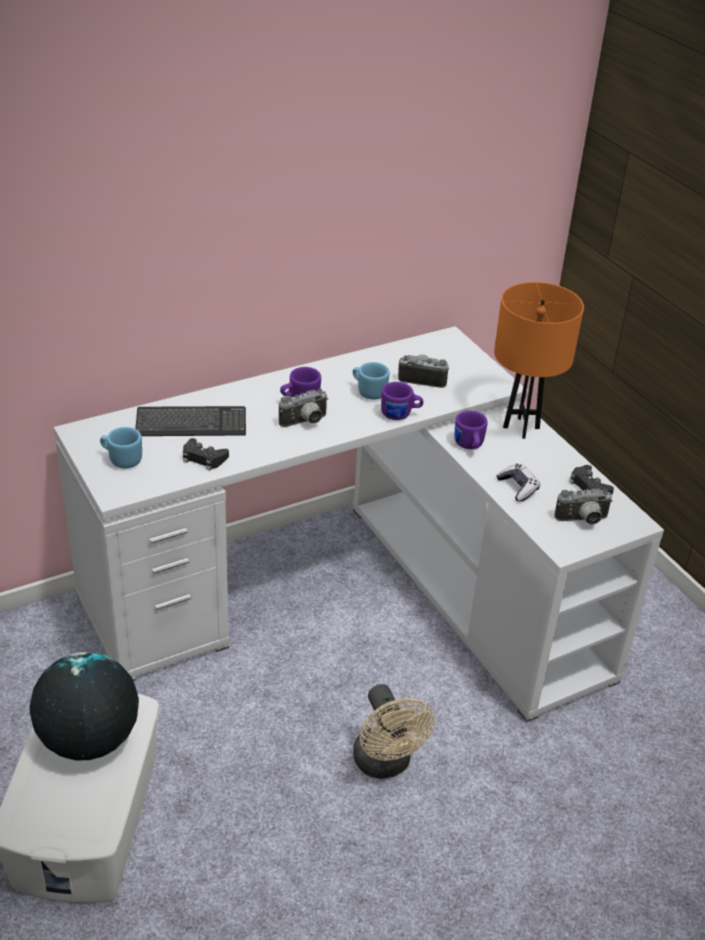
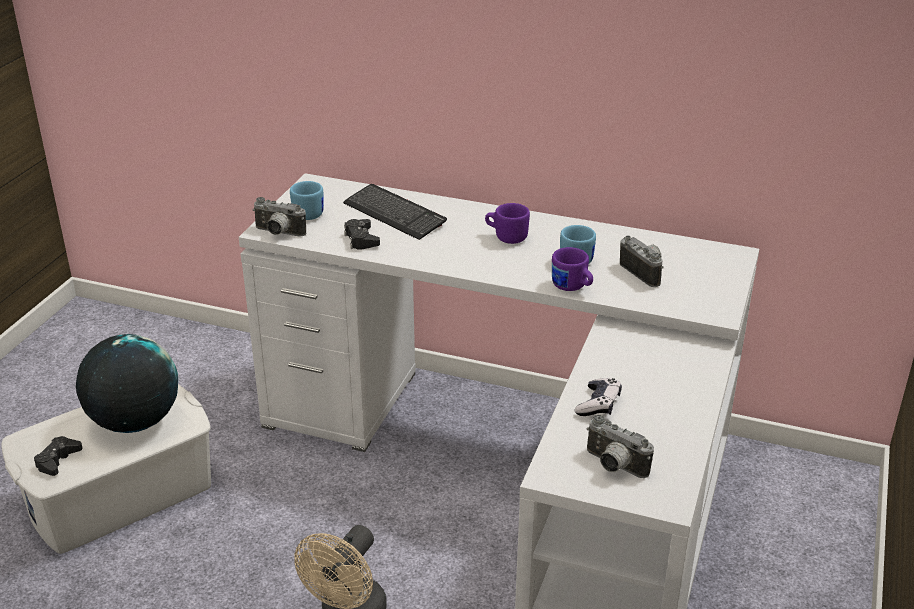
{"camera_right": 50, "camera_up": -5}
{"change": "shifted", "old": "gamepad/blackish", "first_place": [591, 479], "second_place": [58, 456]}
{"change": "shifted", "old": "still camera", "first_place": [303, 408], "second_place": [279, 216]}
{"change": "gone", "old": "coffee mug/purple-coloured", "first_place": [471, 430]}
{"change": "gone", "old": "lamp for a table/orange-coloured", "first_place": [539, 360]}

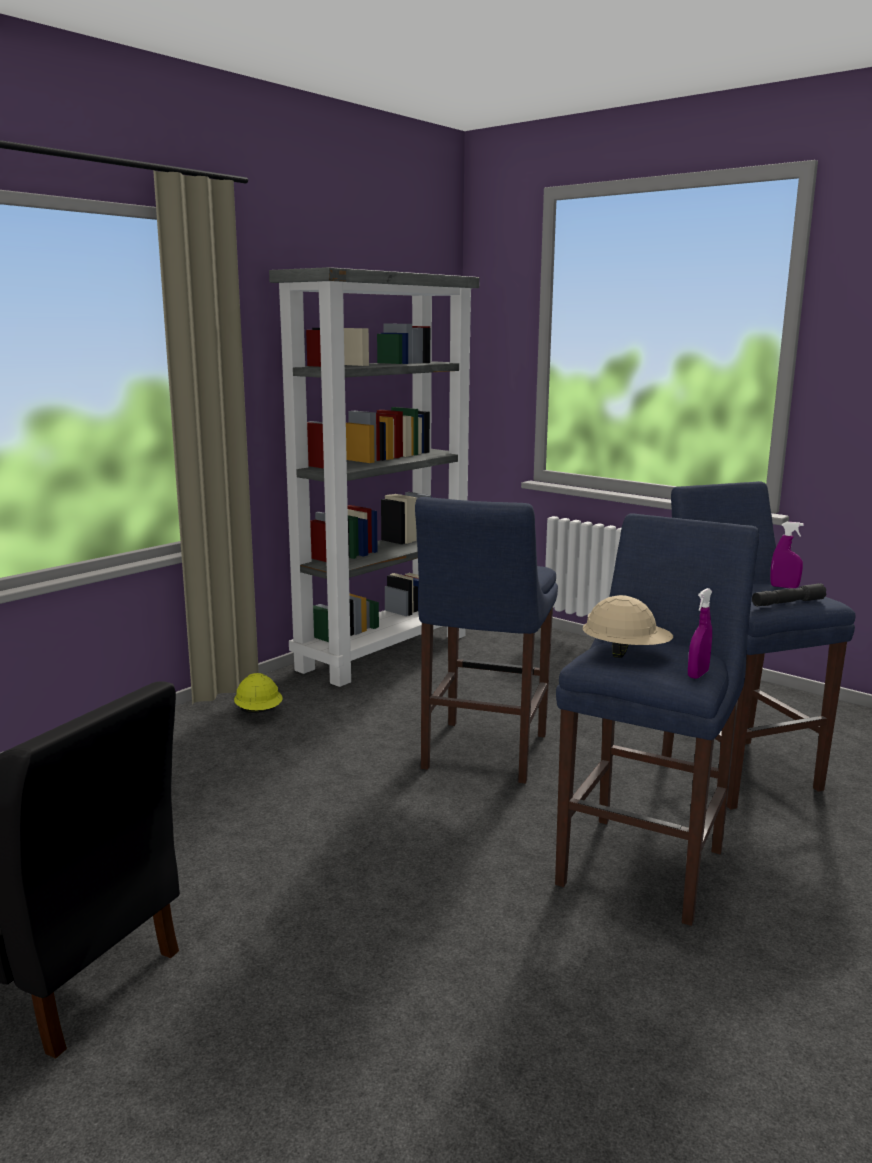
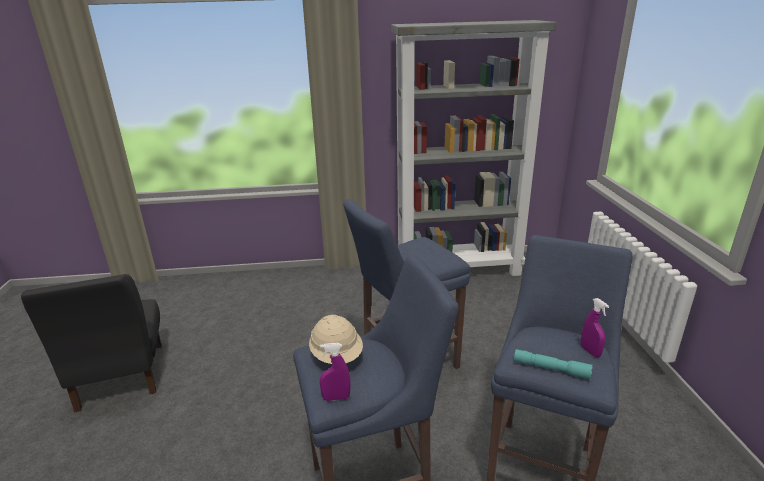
{"camera_right": 45, "camera_up": 10}
{"change": "repainted", "old": "flashlight/greyish", "new": "flashlight/turquoise", "first_place": [789, 594], "second_place": [553, 364]}
{"change": "gone", "old": "hard hat/yellowish", "first_place": [258, 693]}

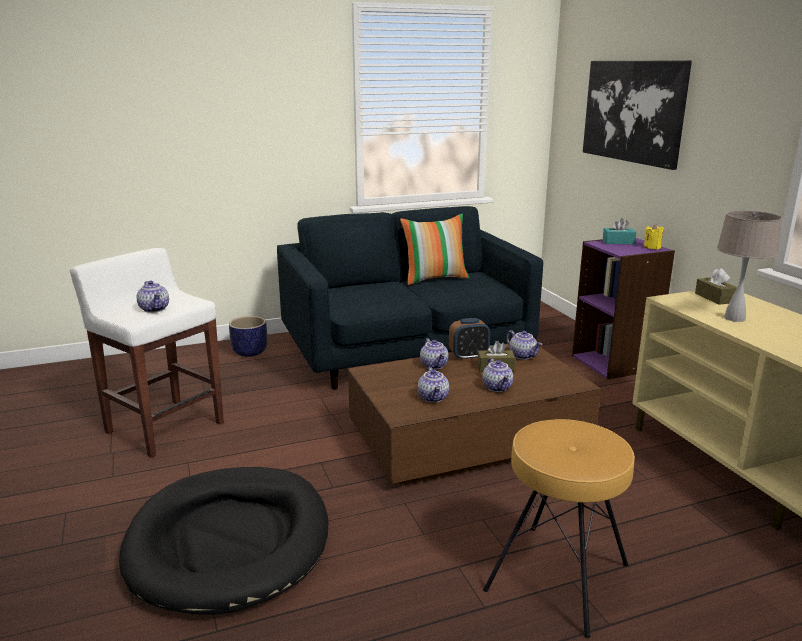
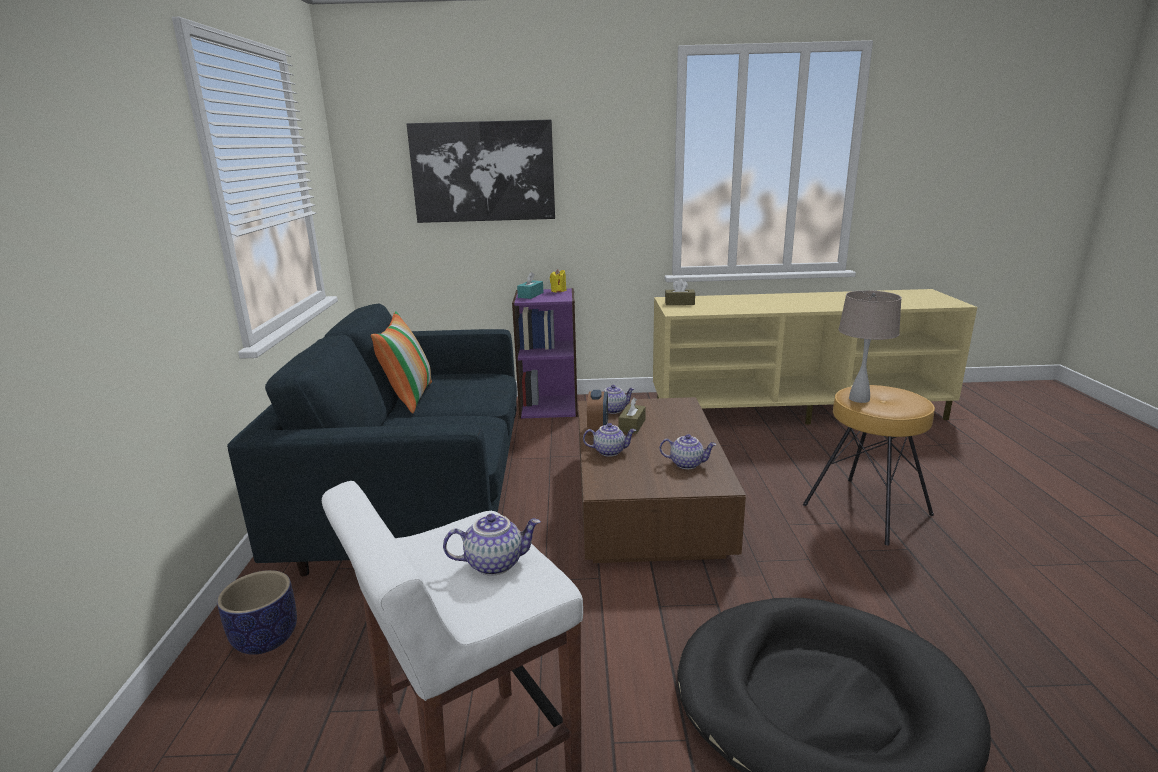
{"camera_right": -70, "camera_up": 0}
{"change": "shifted", "old": "lamp for a table/beige-coloured", "first_place": [749, 266], "second_place": [870, 346]}
{"change": "gone", "old": "teapot", "first_place": [497, 375]}

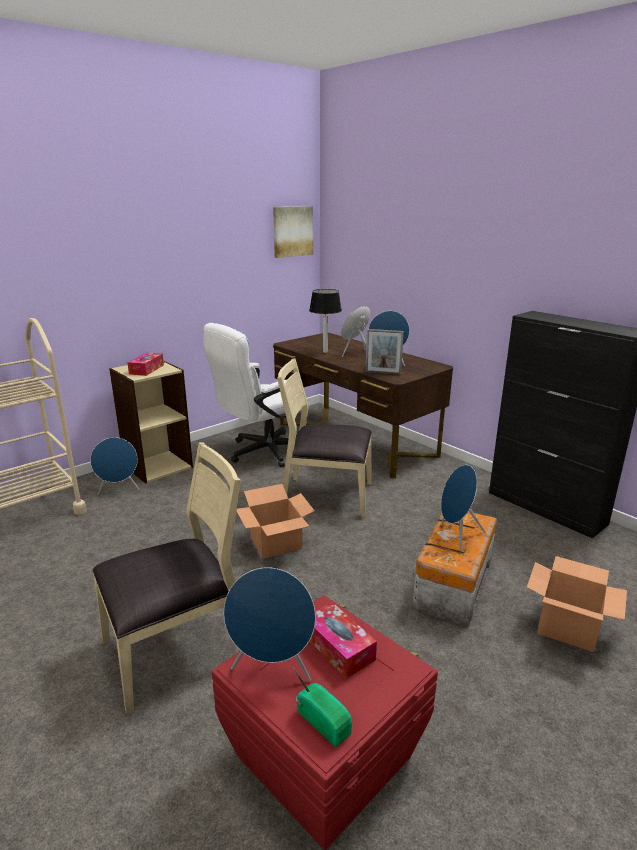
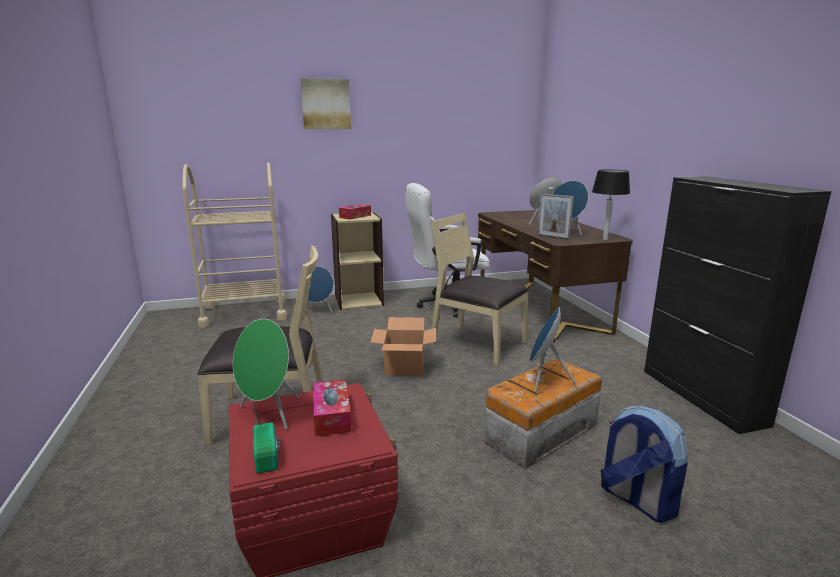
{"camera_right": 25, "camera_up": -5}
{"change": "repainted", "old": "loudspeaker/blue", "new": "loudspeaker/green-coloured", "first_place": [270, 624], "second_place": [266, 374]}
{"change": "shifted", "old": "wall art", "first_place": [293, 232], "second_place": [326, 103]}
{"change": "shifted", "old": "lamp for a table", "first_place": [325, 321], "second_place": [611, 204]}
{"change": "swapped", "old": "cardboard box", "new": "rucksack", "first_place": [577, 604], "second_place": [644, 464]}

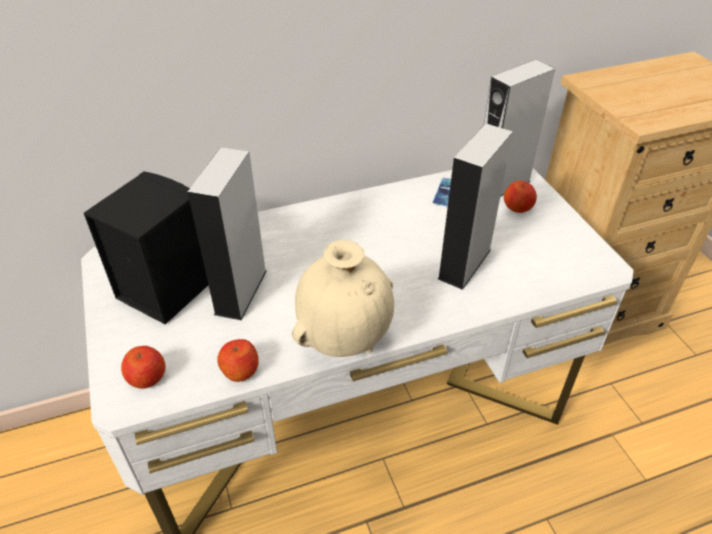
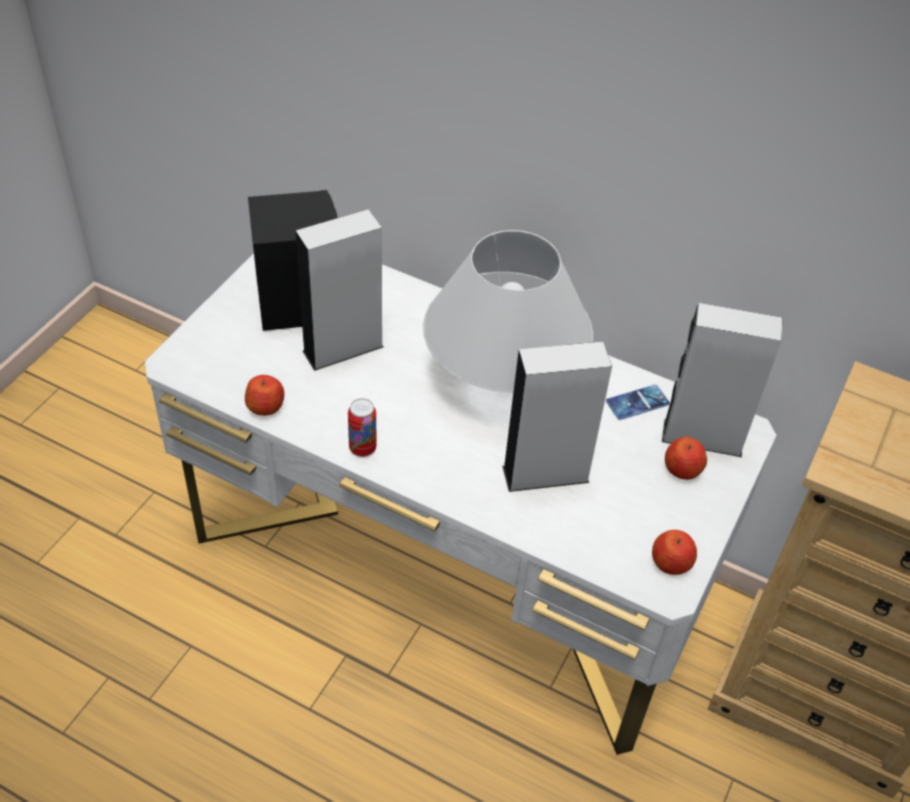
{"camera_right": 45, "camera_up": 5}
{"change": "swapped", "old": "flower vase/beige-coloured", "new": "sealed can", "first_place": [343, 298], "second_place": [362, 427]}
{"change": "new", "new": "lamp for a table/white-coloured", "second_place": [508, 311]}
{"change": "shifted", "old": "whole apple", "first_place": [143, 367], "second_place": [674, 552]}

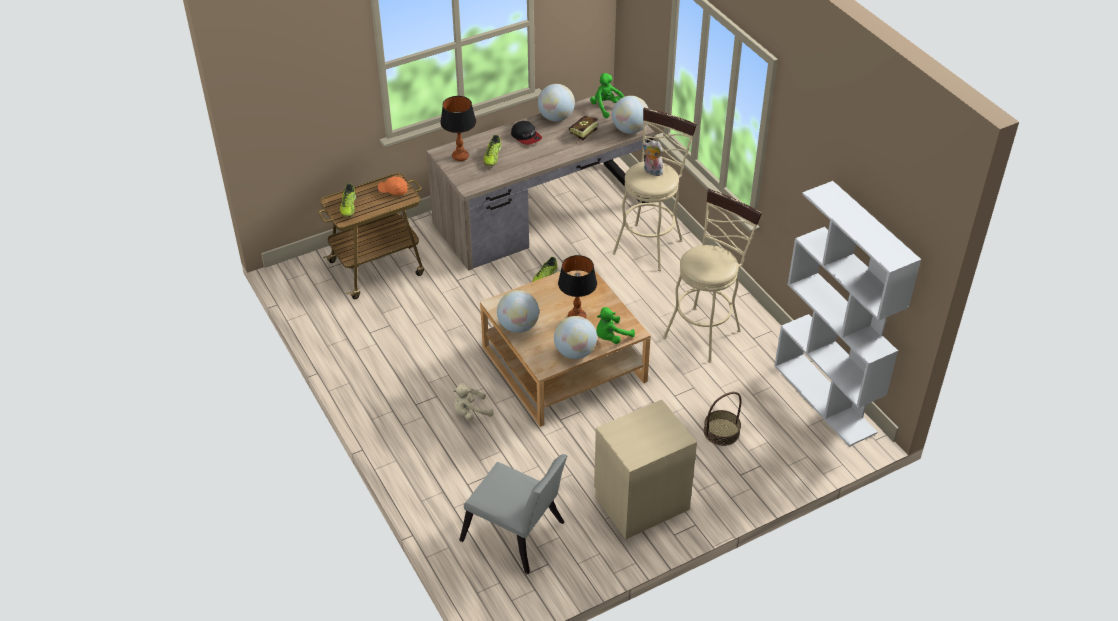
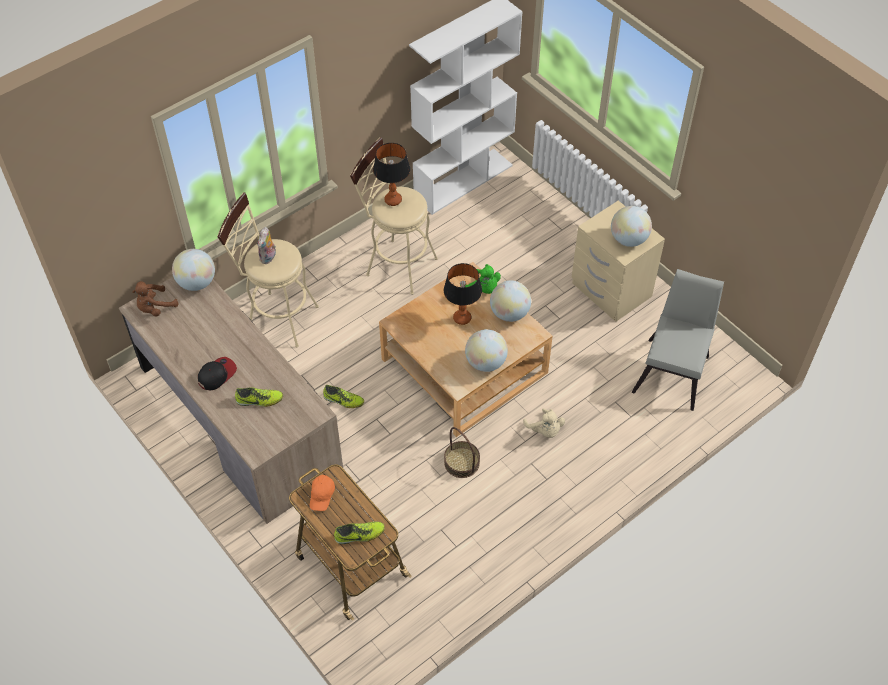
{"camera_right": -100, "camera_up": 10}
{"change": "repainted", "old": "plush toy/green-coloured", "new": "plush toy/brownish", "first_place": [607, 95], "second_place": [155, 299]}
{"change": "shifted", "old": "lamp for a table", "first_place": [458, 128], "second_place": [391, 174]}
{"change": "shifted", "old": "household basket", "first_place": [723, 419], "second_place": [462, 452]}
{"change": "shifted", "old": "world globe", "first_place": [556, 103], "second_place": [631, 226]}
{"change": "gone", "old": "volume", "first_place": [583, 130]}

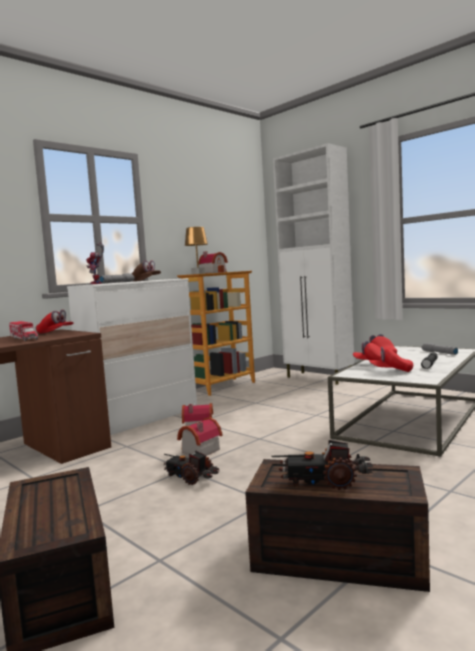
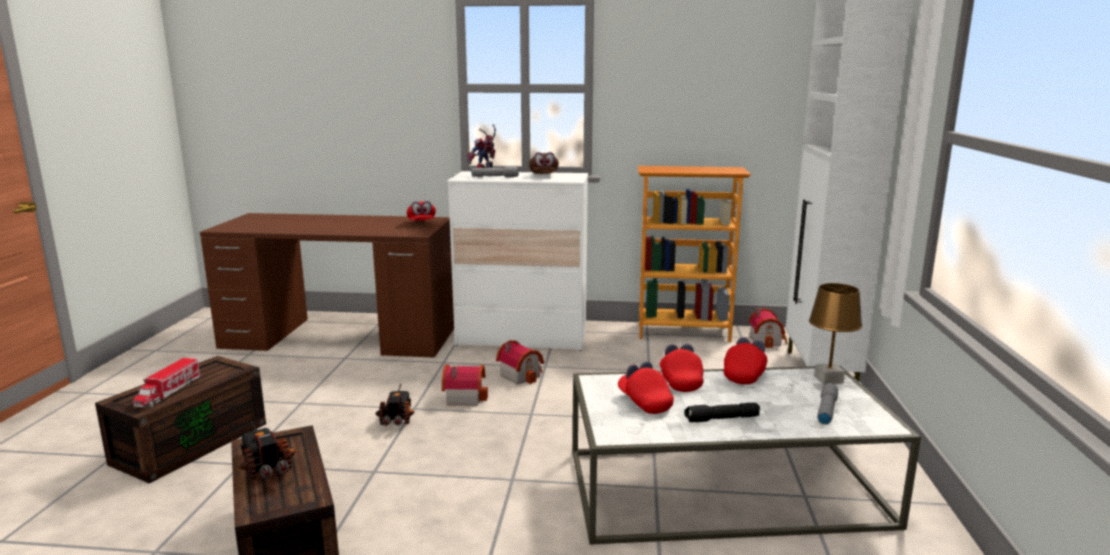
{"camera_right": 50, "camera_up": 10}
{"change": "shifted", "old": "toy lorry", "first_place": [23, 331], "second_place": [167, 383]}
{"change": "shifted", "old": "model house", "first_place": [213, 262], "second_place": [768, 328]}
{"change": "shifted", "old": "lamp for a table/brownish", "first_place": [196, 250], "second_place": [835, 333]}

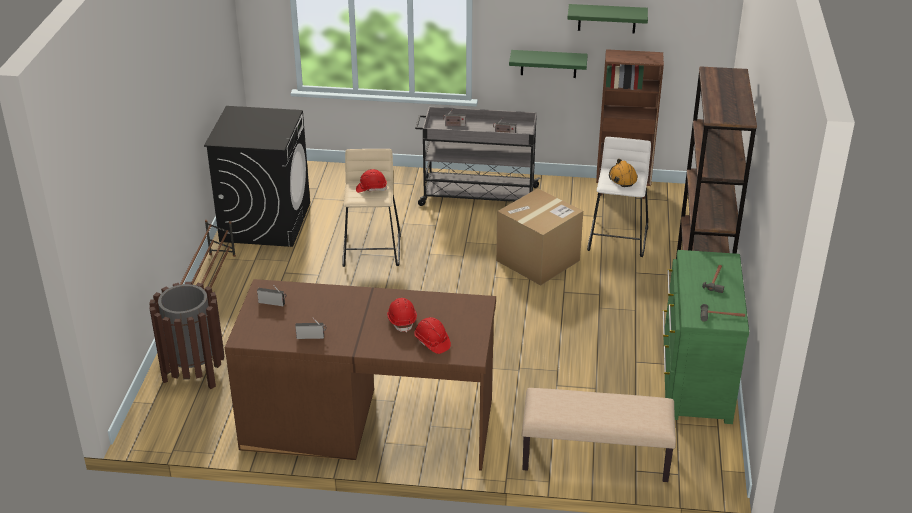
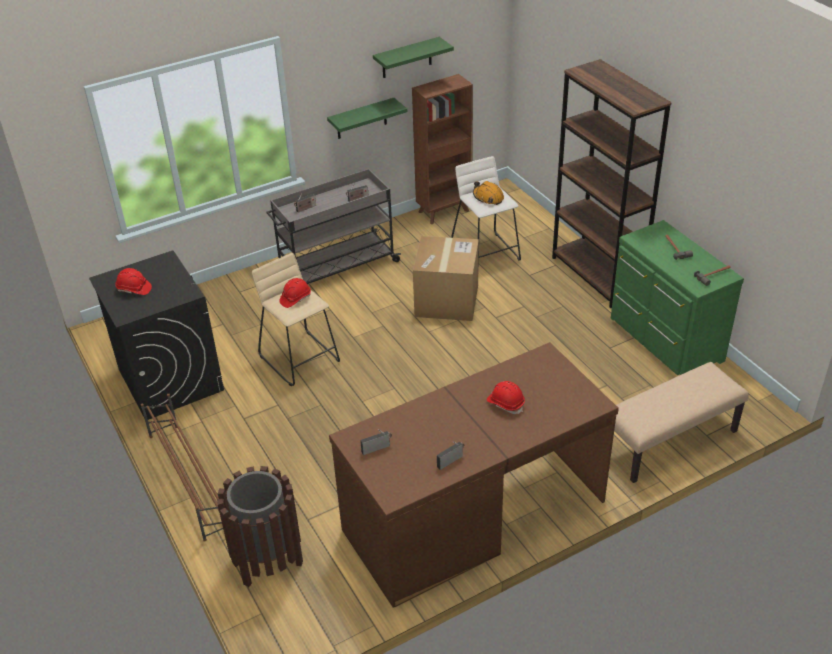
{"camera_right": -35, "camera_up": 5}
{"change": "shifted", "old": "hard hat/red", "first_place": [432, 335], "second_place": [133, 281]}

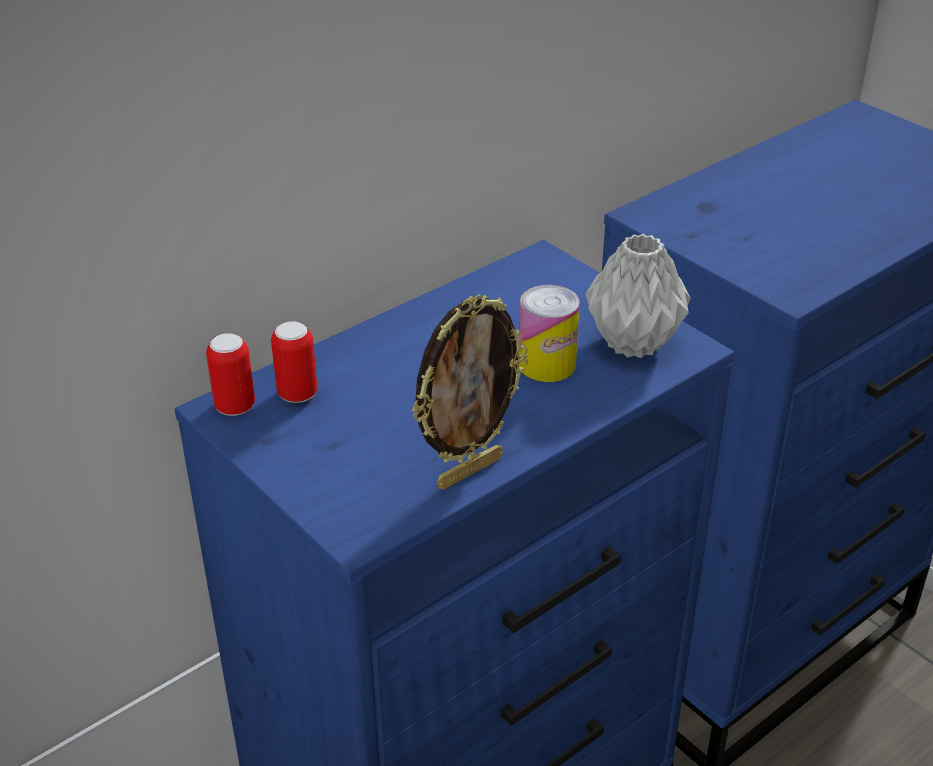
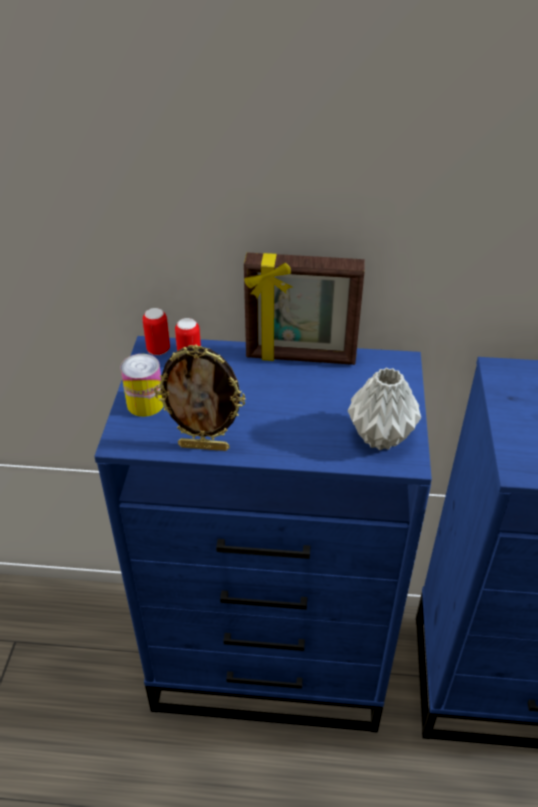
{"camera_right": 45, "camera_up": 5}
{"change": "shifted", "old": "sealed can", "first_place": [549, 333], "second_place": [141, 385]}
{"change": "new", "new": "picture frame", "second_place": [304, 309]}

